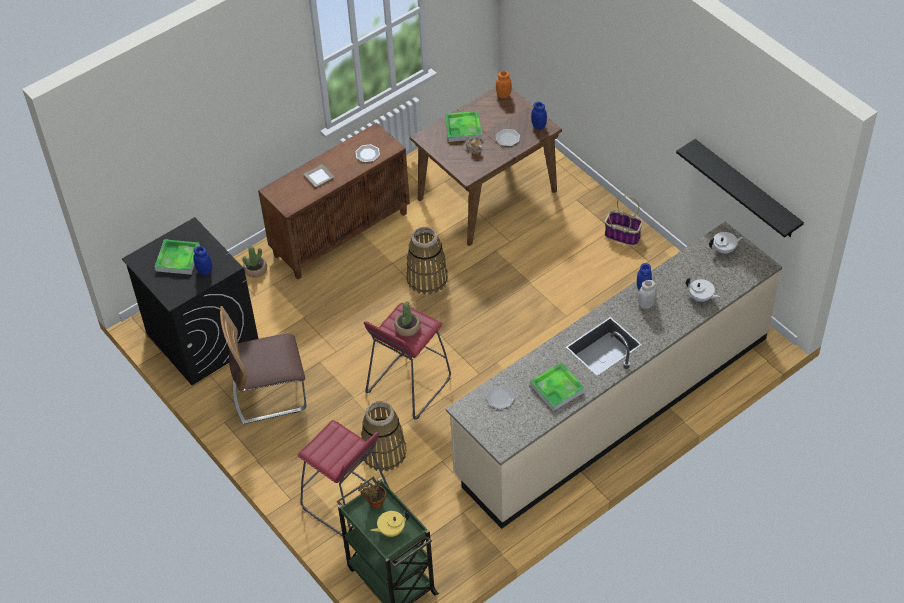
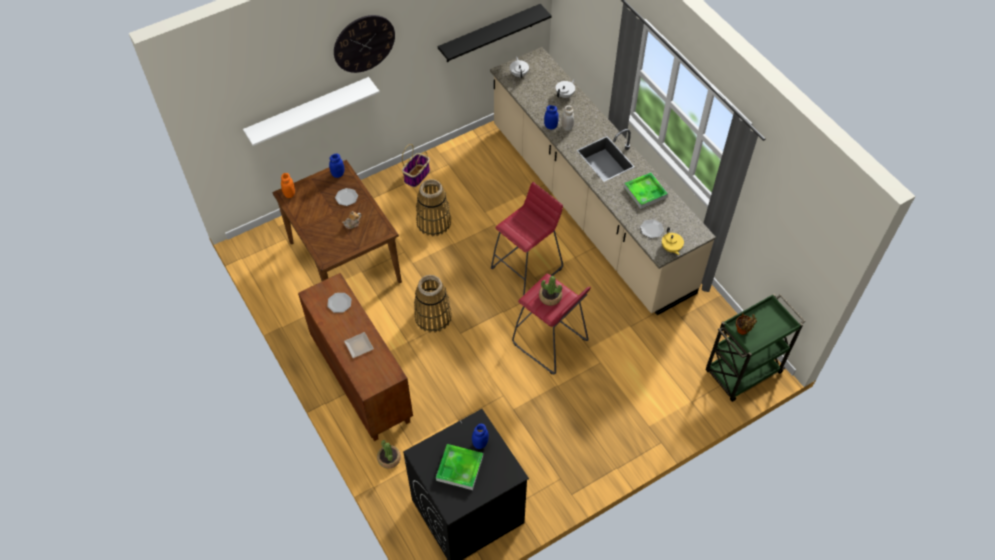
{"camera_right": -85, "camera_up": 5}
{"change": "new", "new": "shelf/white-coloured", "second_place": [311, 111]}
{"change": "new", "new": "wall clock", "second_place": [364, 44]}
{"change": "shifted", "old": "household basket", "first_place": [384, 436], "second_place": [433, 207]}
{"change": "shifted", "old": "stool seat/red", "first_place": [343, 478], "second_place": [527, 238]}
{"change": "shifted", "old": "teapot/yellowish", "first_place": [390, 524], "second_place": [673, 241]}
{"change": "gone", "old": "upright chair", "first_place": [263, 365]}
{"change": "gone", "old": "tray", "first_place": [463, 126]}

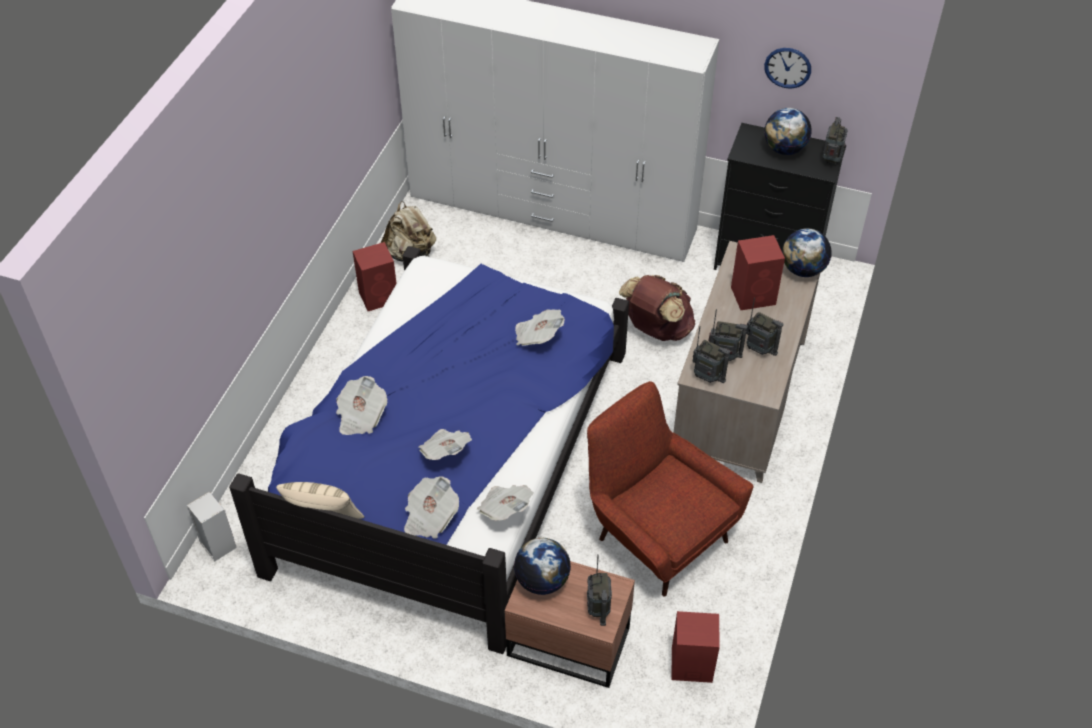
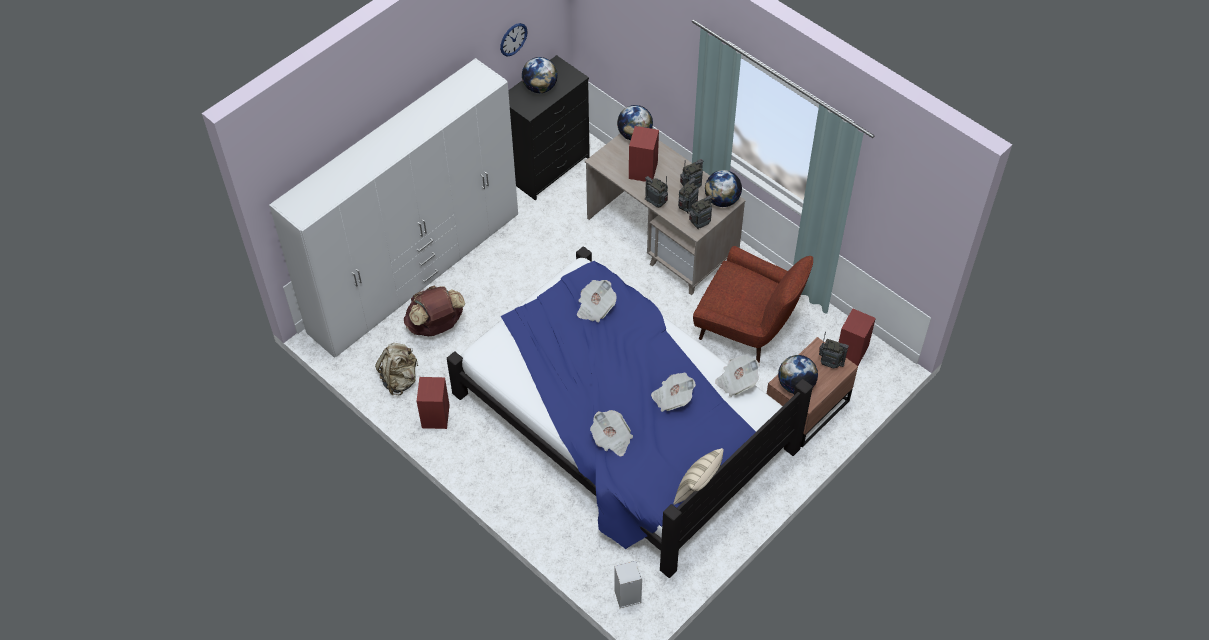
{"camera_right": -65, "camera_up": 5}
{"change": "shifted", "old": "rucksack/brownish", "first_place": [657, 308], "second_place": [434, 310]}
{"change": "shifted", "old": "radio", "first_place": [835, 141], "second_place": [656, 192]}
{"change": "rotated", "old": "lounge chair/red", "first_place": [670, 488], "second_place": [753, 304], "degrees": -135}
{"change": "new", "new": "world globe", "second_place": [723, 188]}
{"change": "gone", "old": "printed paper", "first_place": [431, 508]}

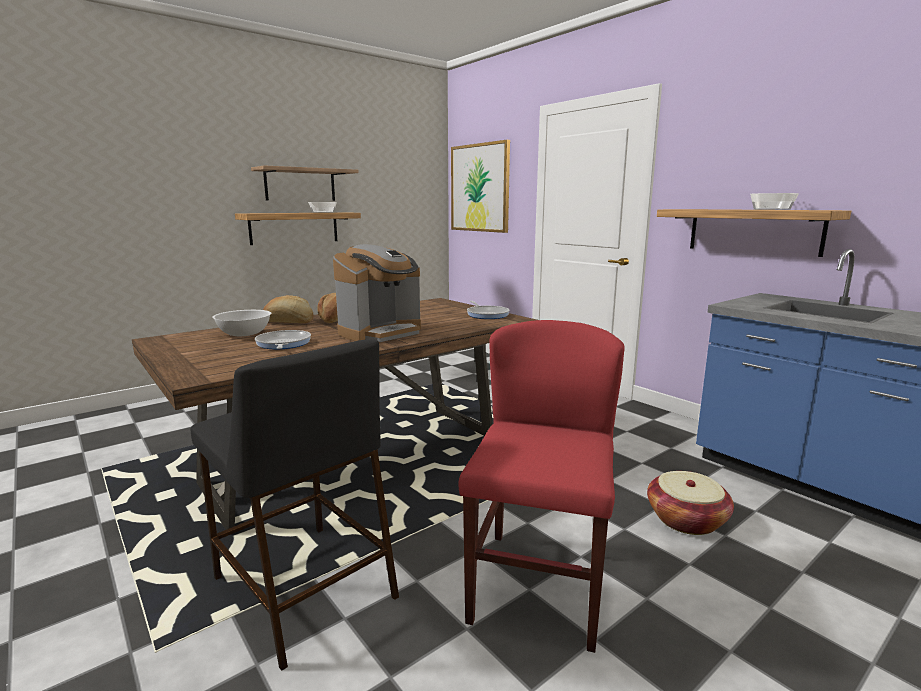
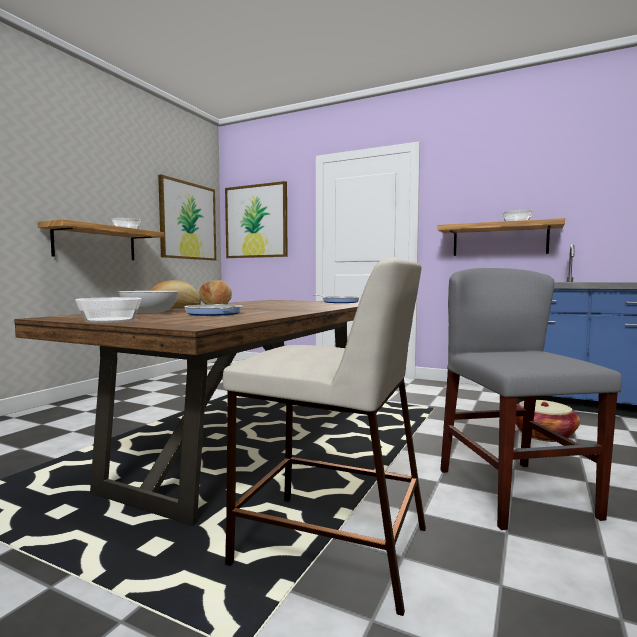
{"camera_right": -25, "camera_up": -10}
{"change": "new", "new": "serving bowl", "second_place": [108, 310]}
{"change": "new", "new": "wall art", "second_place": [187, 217]}
{"change": "repainted", "old": "stool seat/blackish", "new": "stool seat/beige-coloured", "first_place": [295, 505], "second_place": [324, 437]}
{"change": "repainted", "old": "upright chair/red", "new": "upright chair/greyish", "first_place": [542, 486], "second_place": [531, 399]}
{"change": "gone", "old": "shelf", "first_place": [305, 183]}
{"change": "gone", "old": "coffee machine", "first_place": [377, 293]}

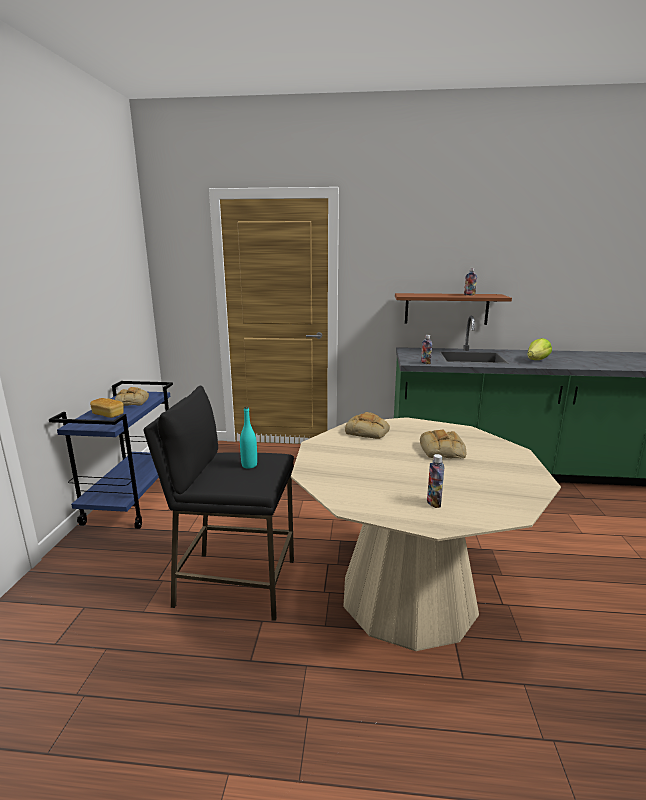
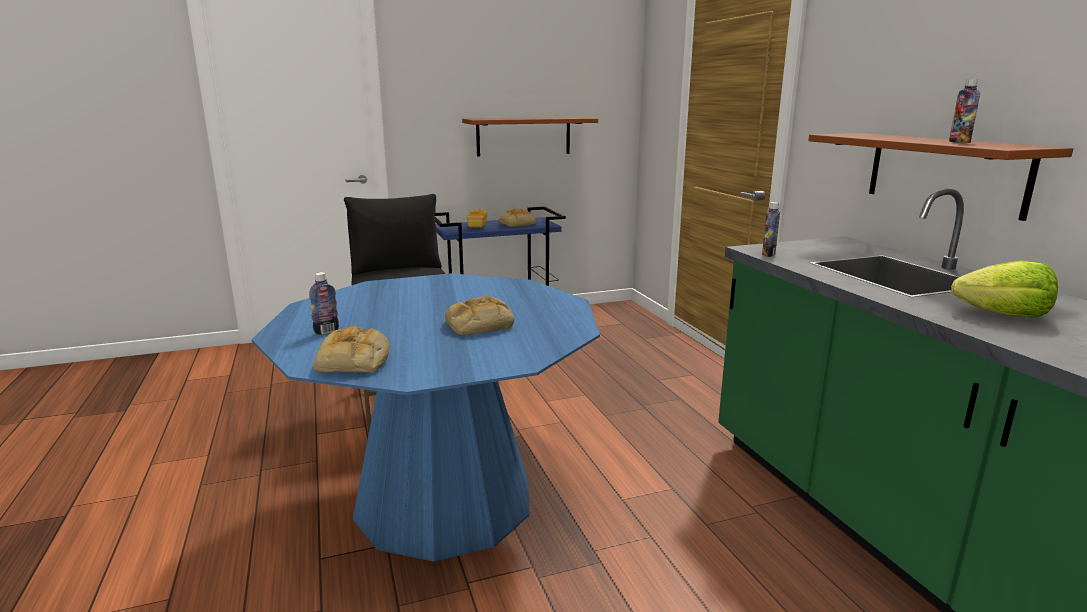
{"camera_right": 65, "camera_up": 0}
{"change": "repainted", "old": "dining table/beige-coloured", "new": "dining table/blue", "first_place": [426, 534], "second_place": [426, 417]}
{"change": "shifted", "old": "bread", "first_place": [367, 425], "second_place": [352, 349]}
{"change": "new", "new": "shelf/brownish", "second_place": [530, 137]}
{"change": "gone", "old": "bottle/turquoise", "first_place": [248, 437]}

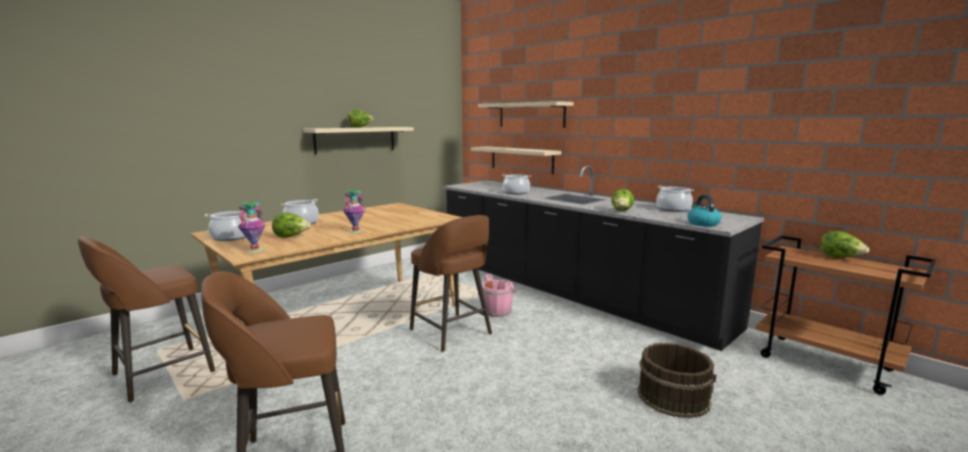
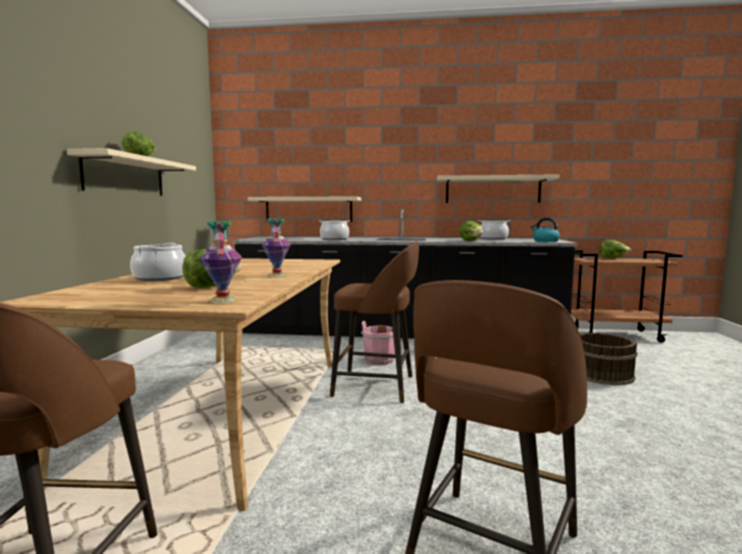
{"camera_right": -40, "camera_up": -5}
{"change": "shifted", "old": "shelf/beige-coloured", "first_place": [526, 114], "second_place": [498, 188]}
{"change": "gone", "old": "saucepot", "first_place": [225, 226]}

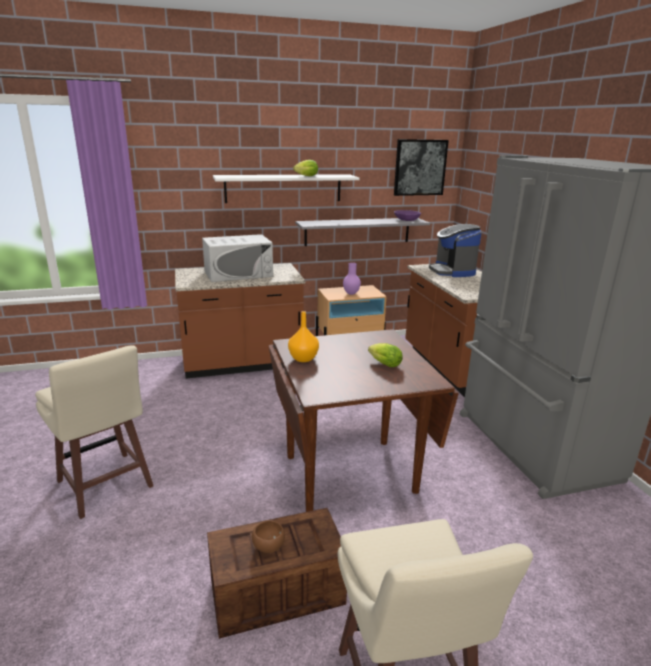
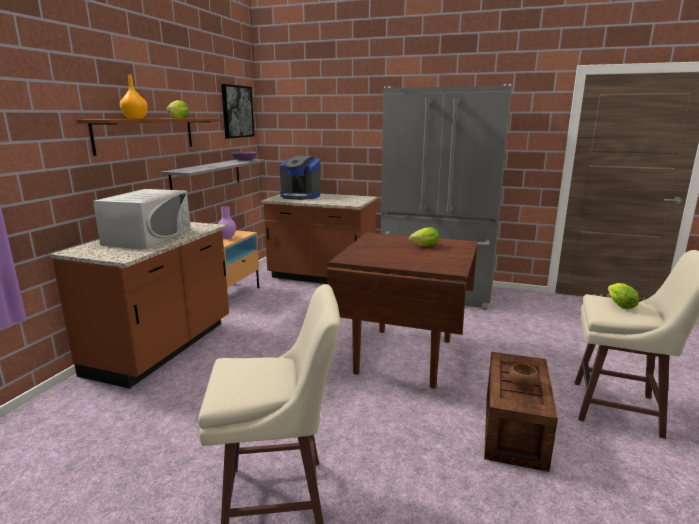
{"camera_right": -55, "camera_up": -5}
{"change": "repainted", "old": "shelf/white-coloured", "new": "shelf/brownish", "first_place": [286, 188], "second_place": [149, 137]}
{"change": "shifted", "old": "flower vase/orange-coloured", "first_place": [303, 336], "second_place": [134, 96]}
{"change": "new", "new": "lettuce head", "second_place": [623, 296]}

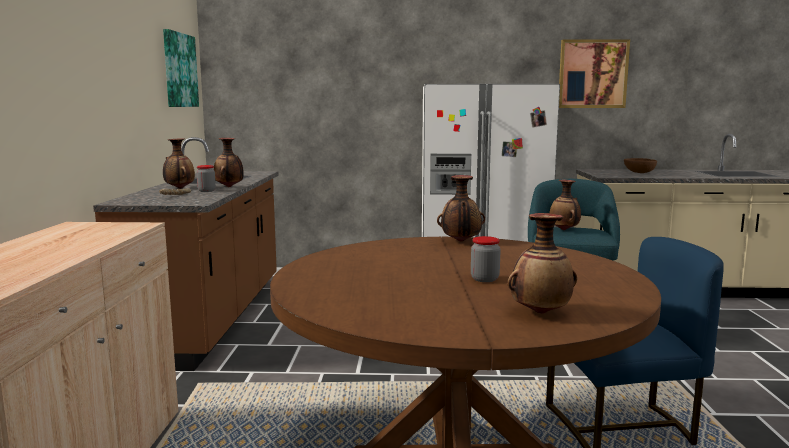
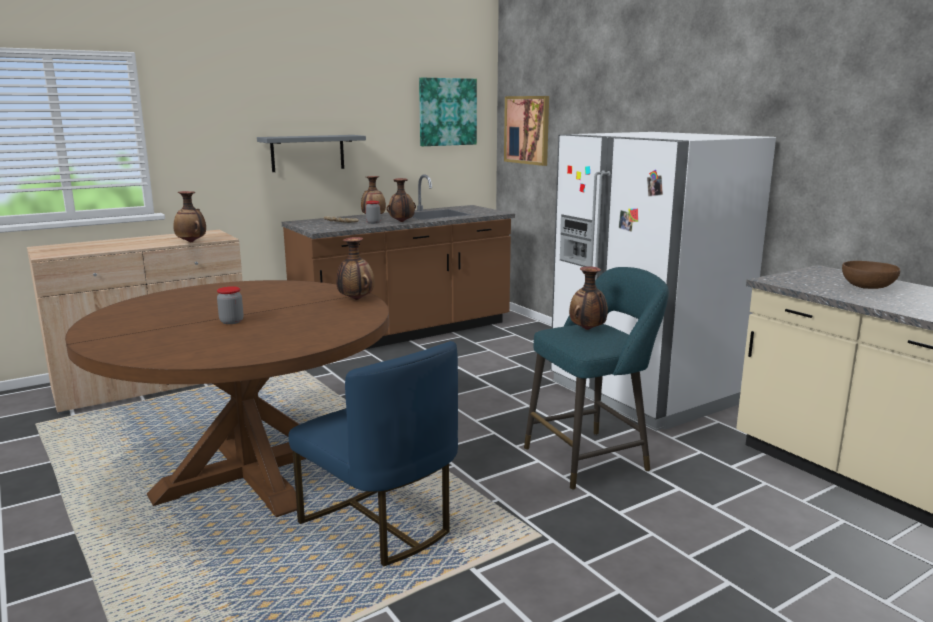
{"camera_right": 55, "camera_up": 5}
{"change": "shifted", "old": "flower vase", "first_place": [542, 263], "second_place": [189, 216]}
{"change": "new", "new": "shelf/greyish", "second_place": [311, 153]}
{"change": "shifted", "old": "wall art", "first_place": [594, 73], "second_place": [526, 131]}

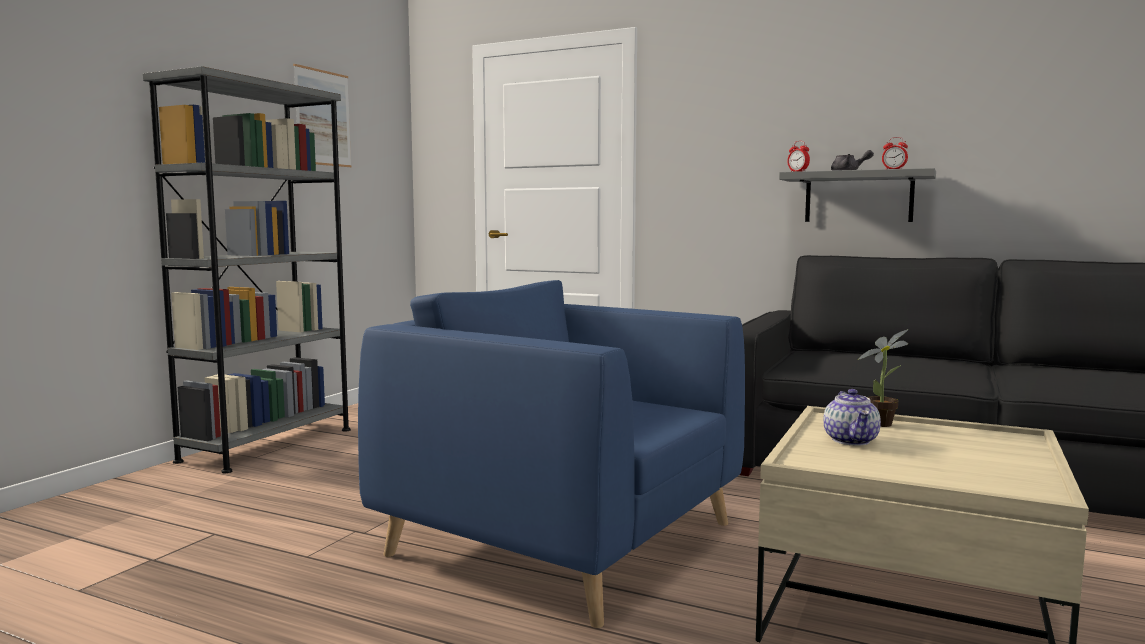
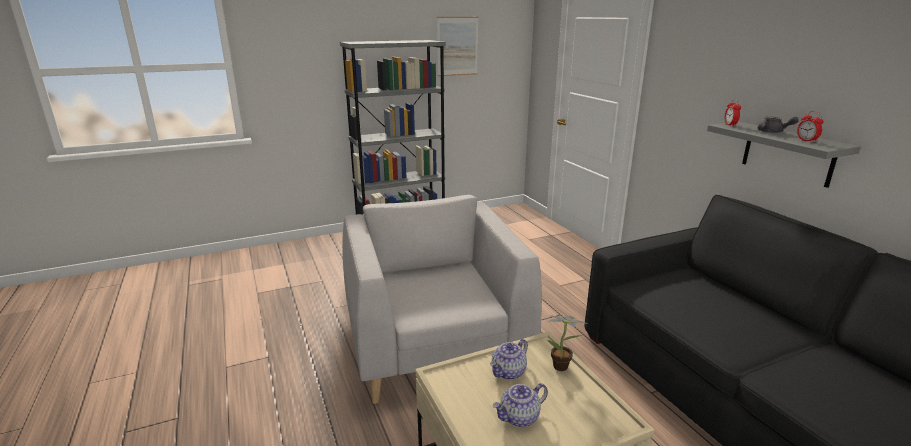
{"camera_right": 40, "camera_up": 15}
{"change": "repainted", "old": "lounge chair/blue", "new": "lounge chair/greyish", "first_place": [551, 454], "second_place": [442, 299]}
{"change": "new", "new": "teapot", "second_place": [520, 405]}

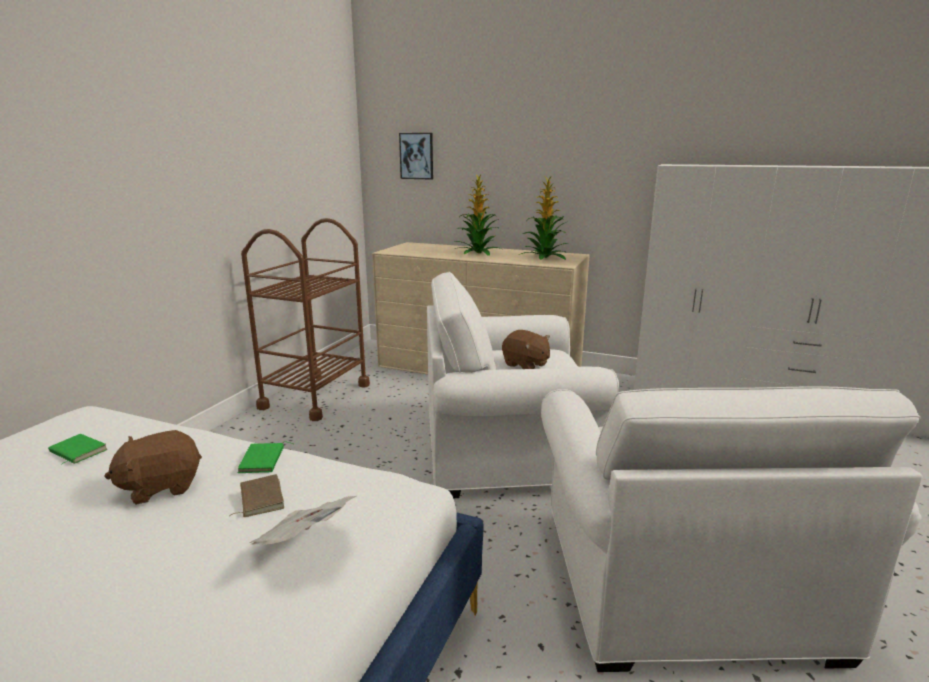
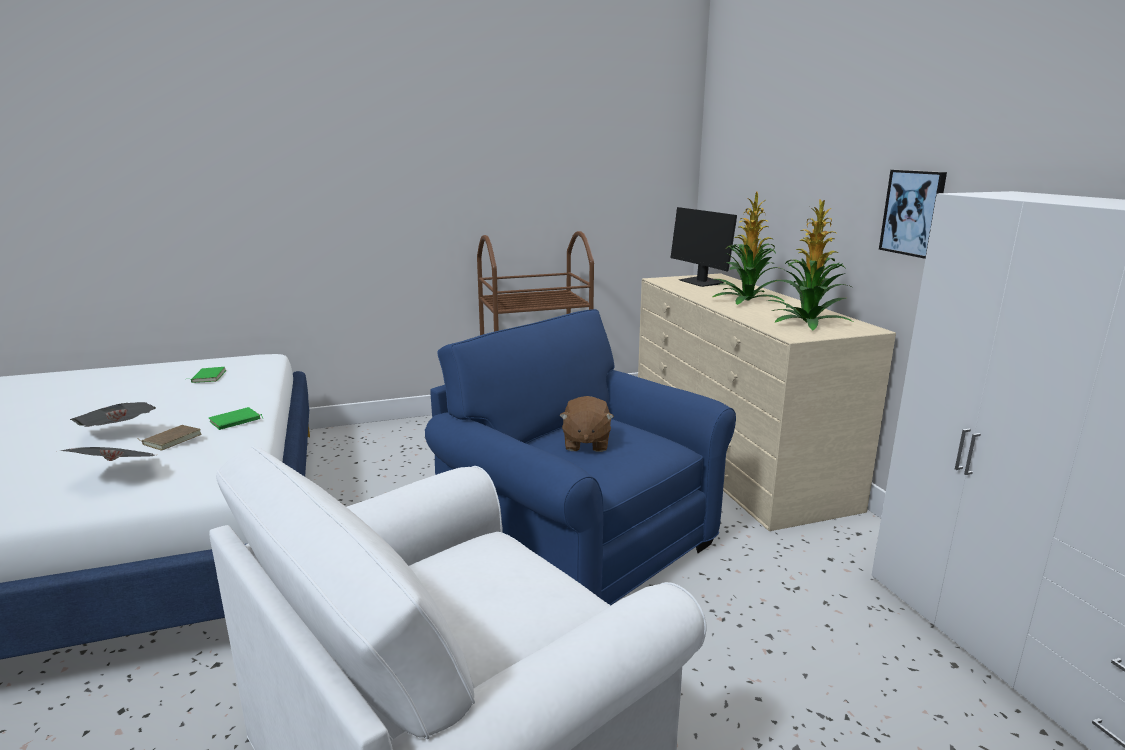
{"camera_right": 50, "camera_up": 0}
{"change": "new", "new": "printed paper", "second_place": [113, 414]}
{"change": "repainted", "old": "lounge chair/white-coloured", "new": "lounge chair/blue", "first_place": [523, 385], "second_place": [580, 457]}
{"change": "new", "new": "computer display", "second_place": [704, 247]}
{"change": "shifted", "old": "wall art", "first_place": [416, 156], "second_place": [913, 214]}
{"change": "gone", "old": "plush toy/brownish", "first_place": [153, 467]}

